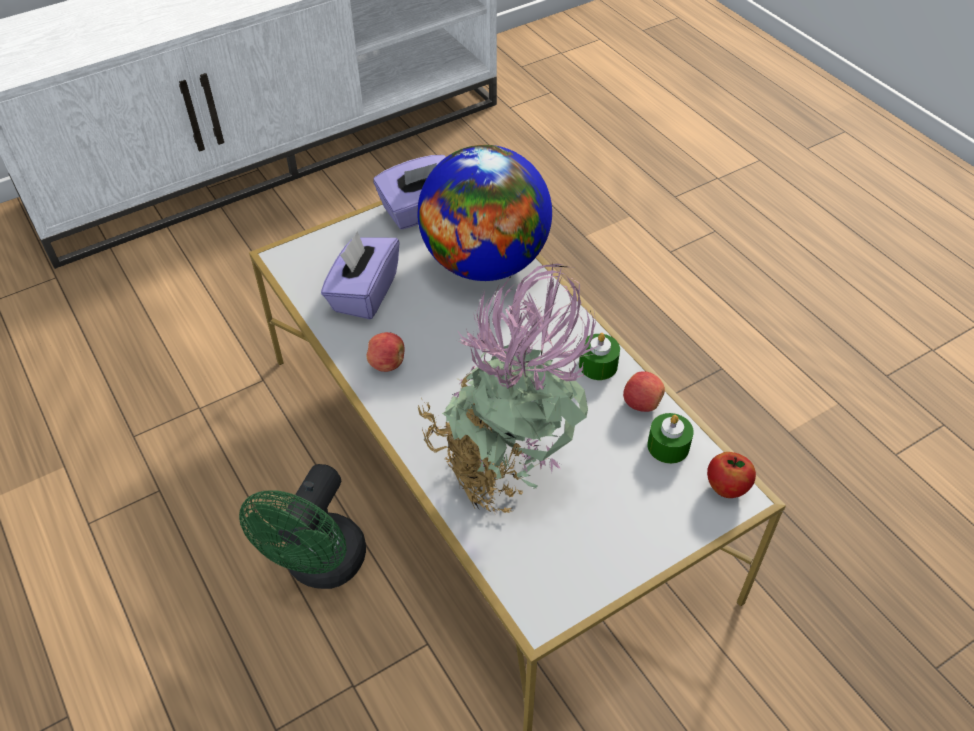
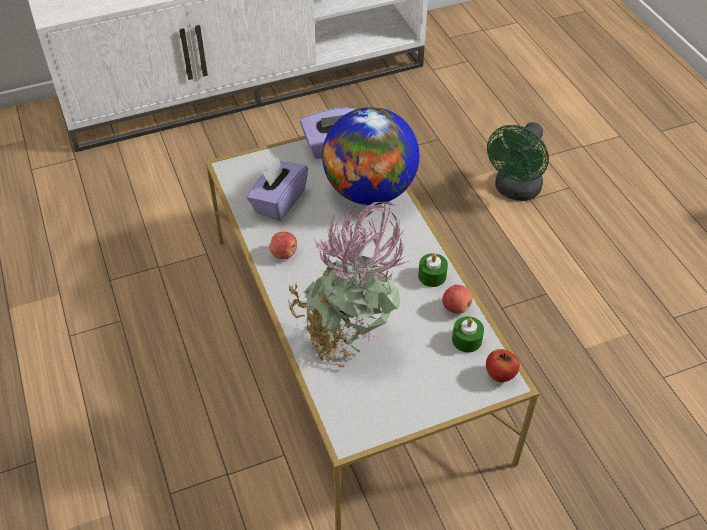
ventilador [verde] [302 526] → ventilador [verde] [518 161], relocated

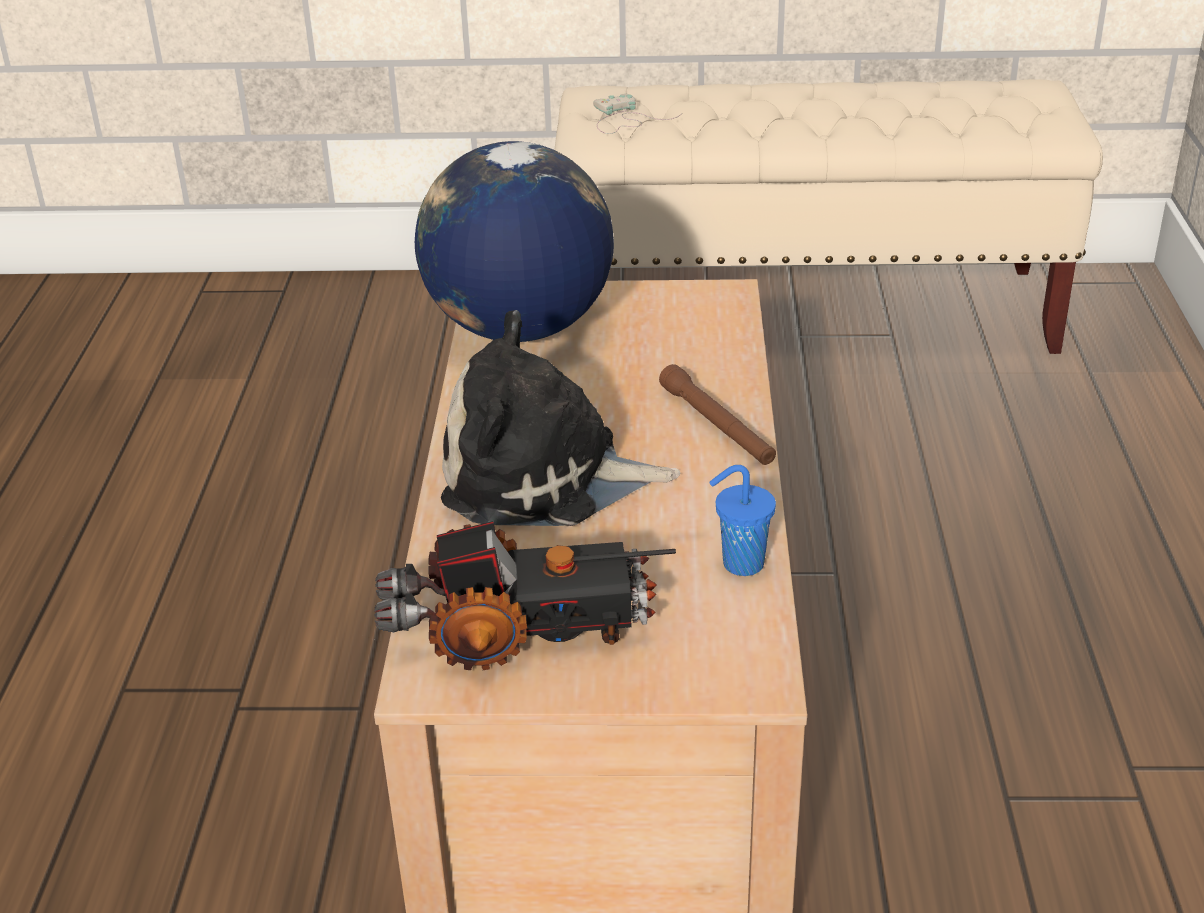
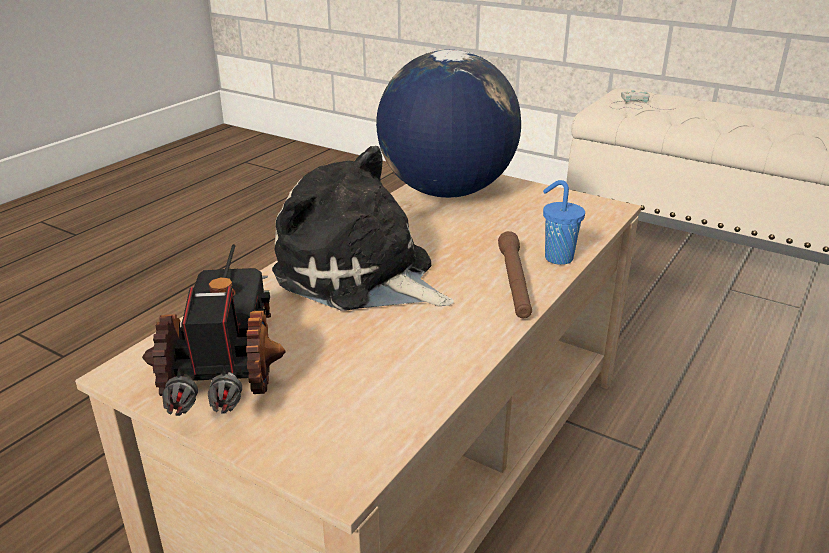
camión de juguete [525 595] → camión de juguete [213 330], 120 degrees counterclockwise
taza [azul] [743 520] → taza [azul] [564 222], relocated

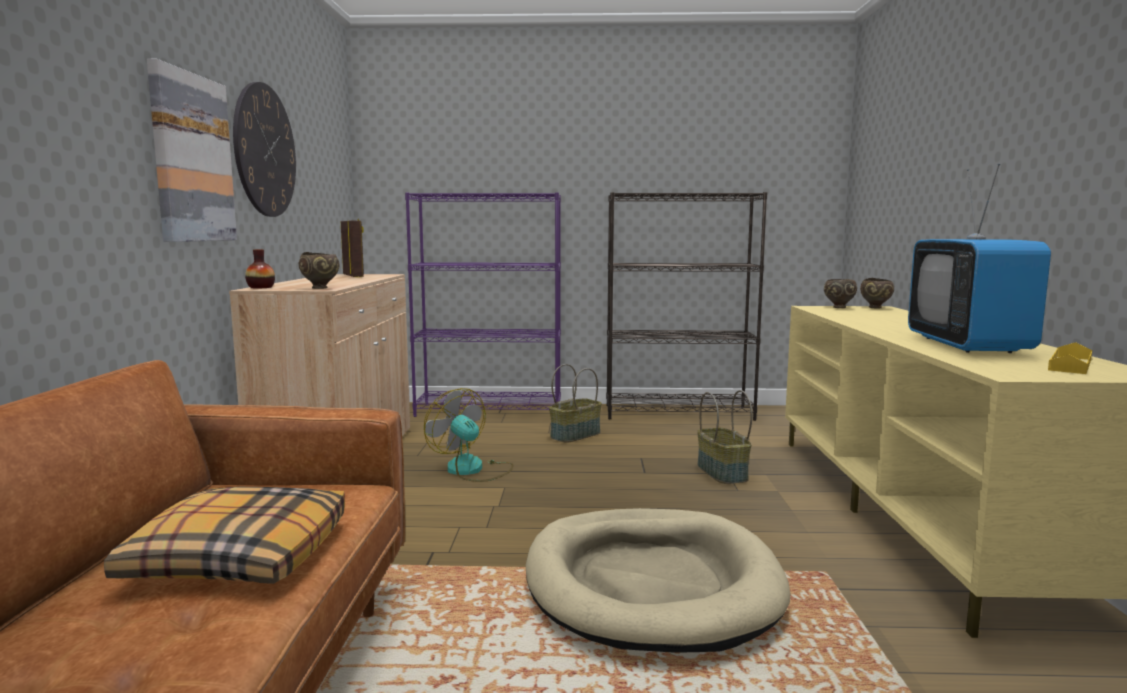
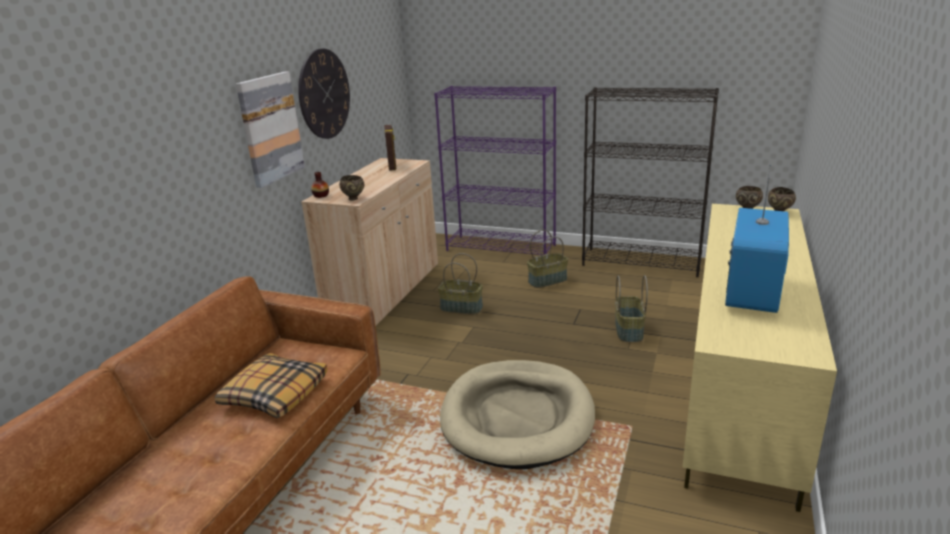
ventilador [468 435] → cesta [460 283]
bandeja [amarillo] [1070 358] → -

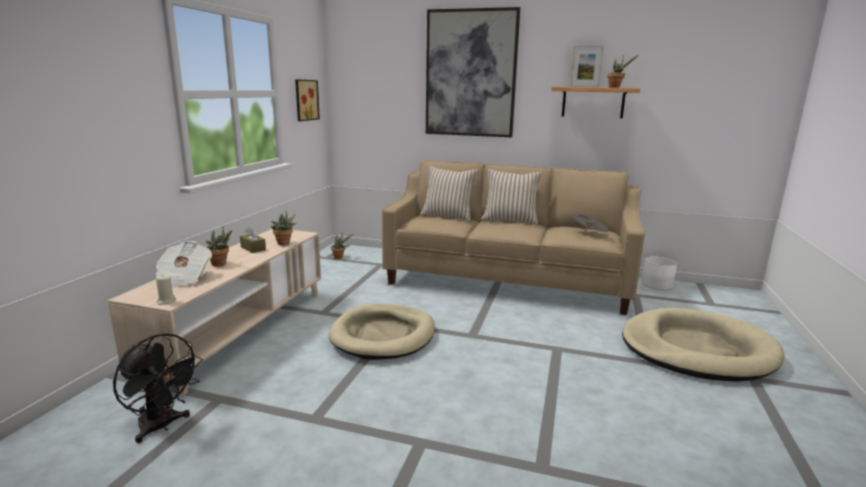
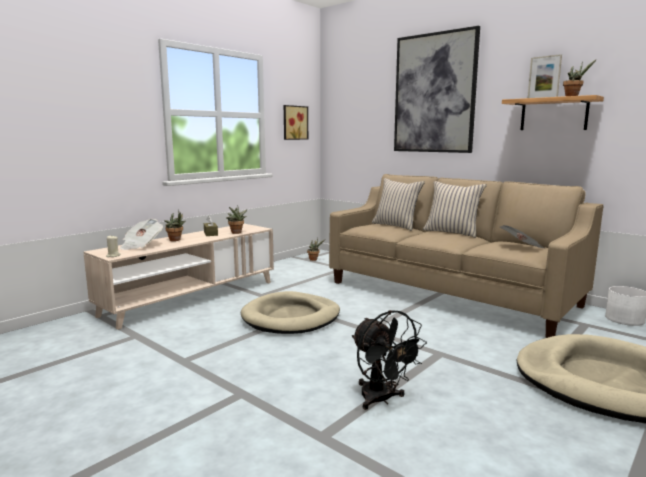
ventilador [negro] [158 388] → ventilador [negro] [389 360], relocated

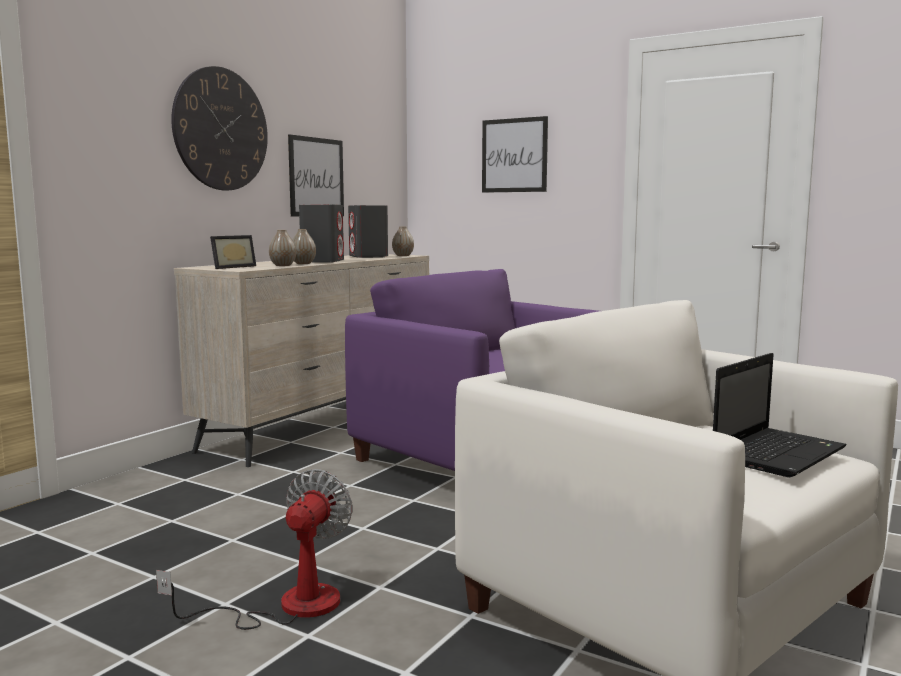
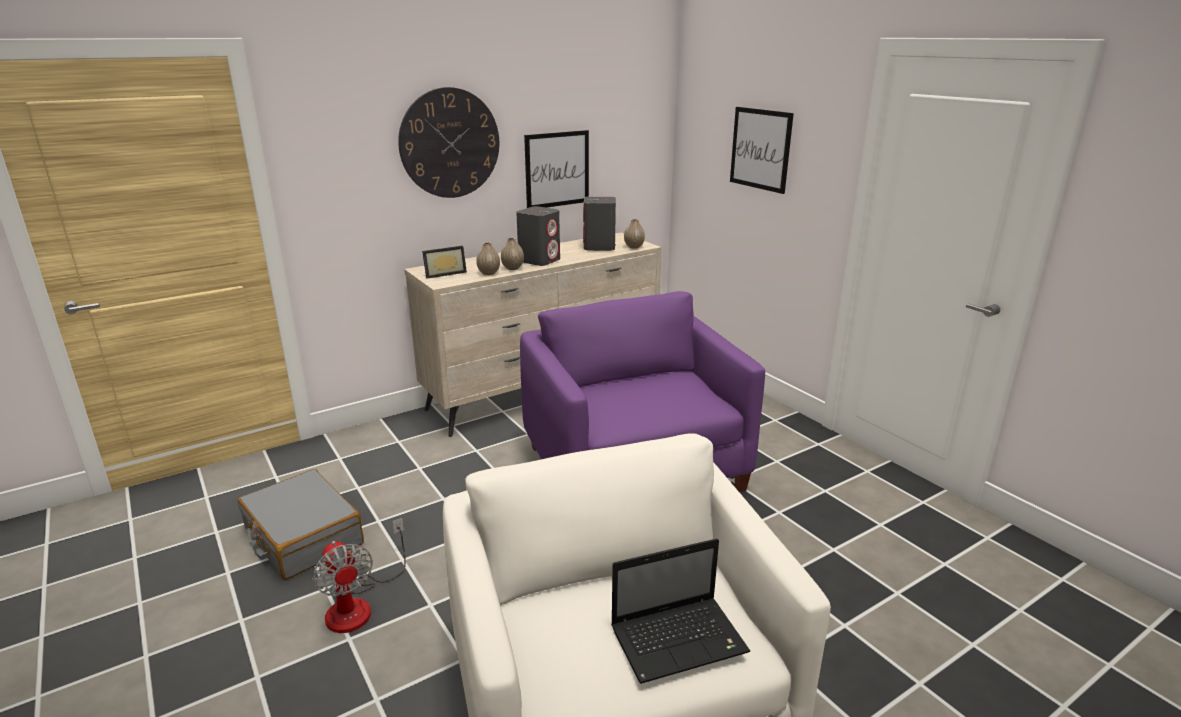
- → maleta [gris] [301 524]
ventilador [254 549] → ventilador [359 575], 105 degrees clockwise

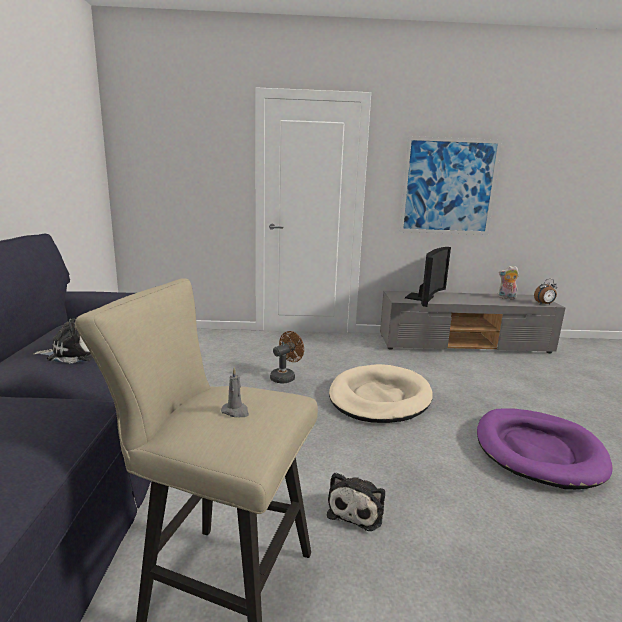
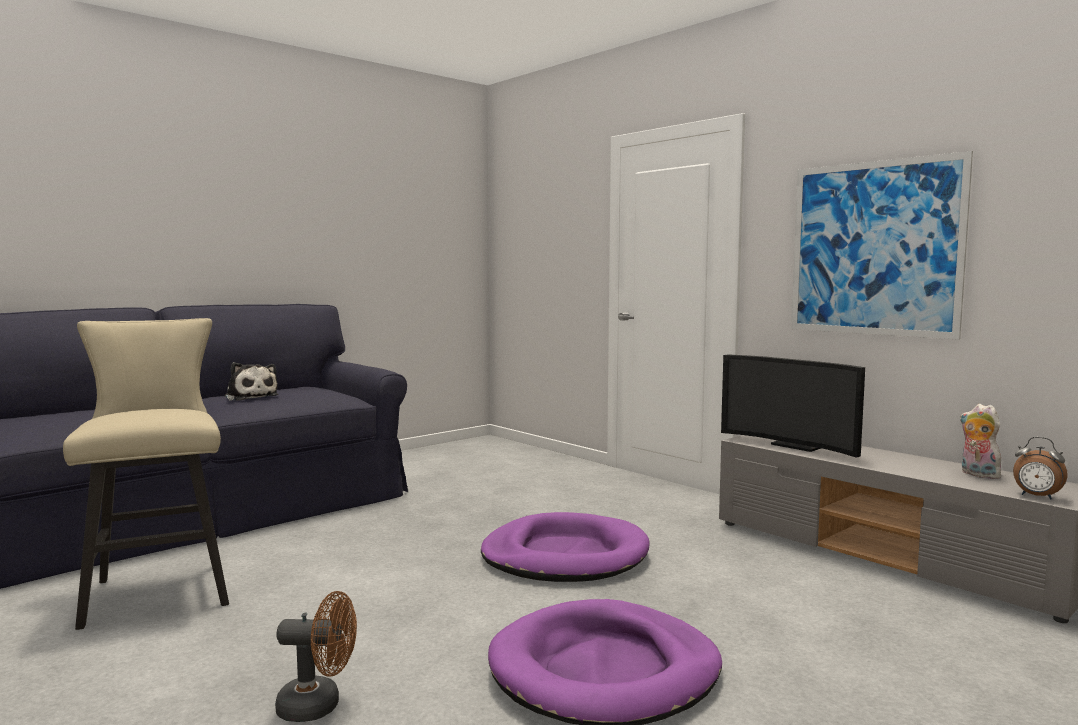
ventilador [marrón] [287 357] → ventilador [marrón] [316 656], relocated
cama para perro [beis] [381 393] → cama para perro [morado] [565 547]
televisor [428 277] → televisor [793 406], 60 degrees clockwise
vela [gris] [235 392] → -
peluche [356 502] → -

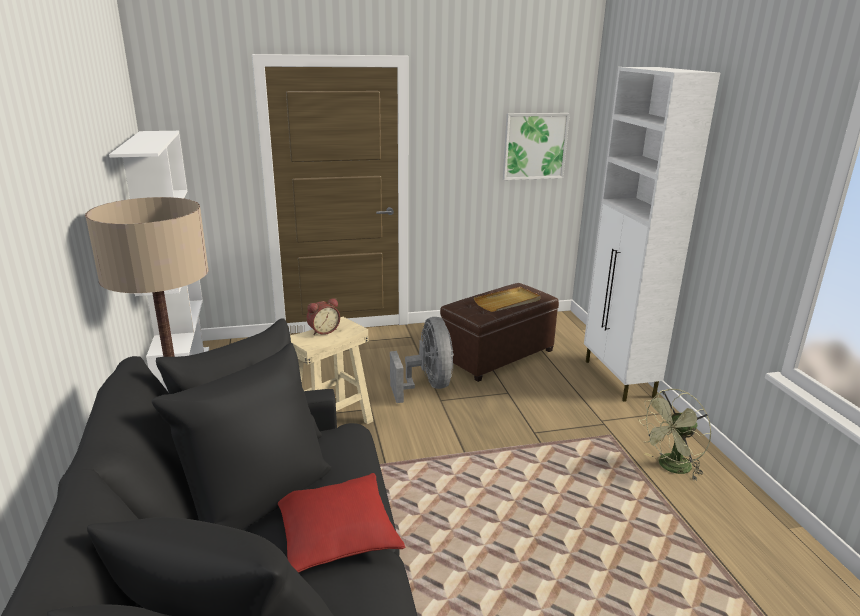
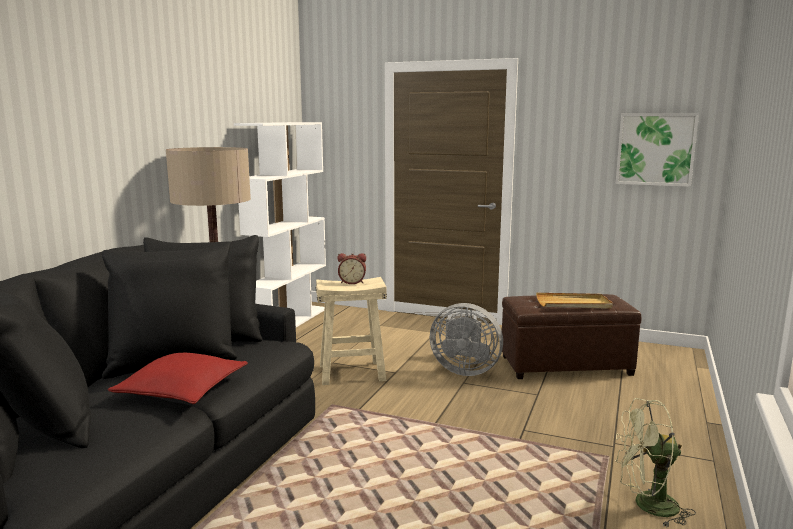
ventilador [gris] [422 360] → ventilador [gris] [466 339], 90 degrees clockwise
armario [blanco] [652 234] → -

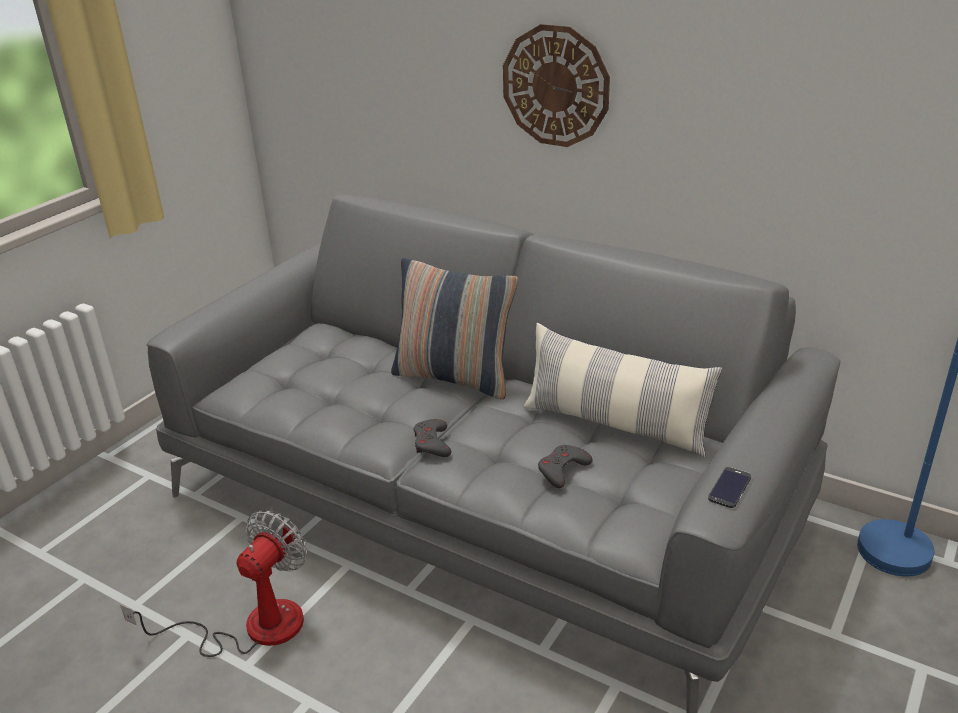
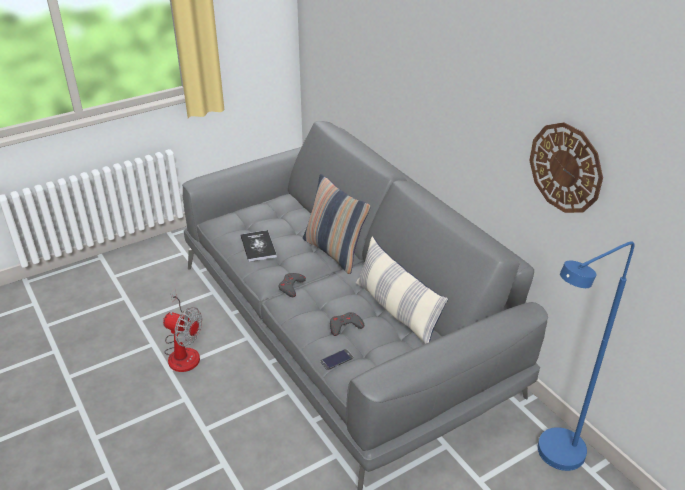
ventilador [213 583] → ventilador [182 330], 60 degrees clockwise
- → libro [259 246]
móvil [729 487] → móvil [337 359], relocated
reloj de pared [556 85] → reloj de pared [566 167], relocated

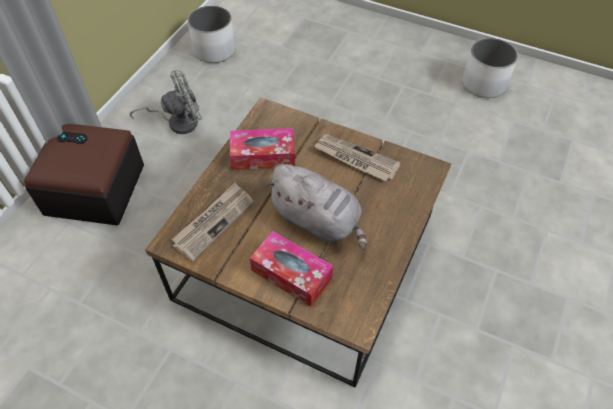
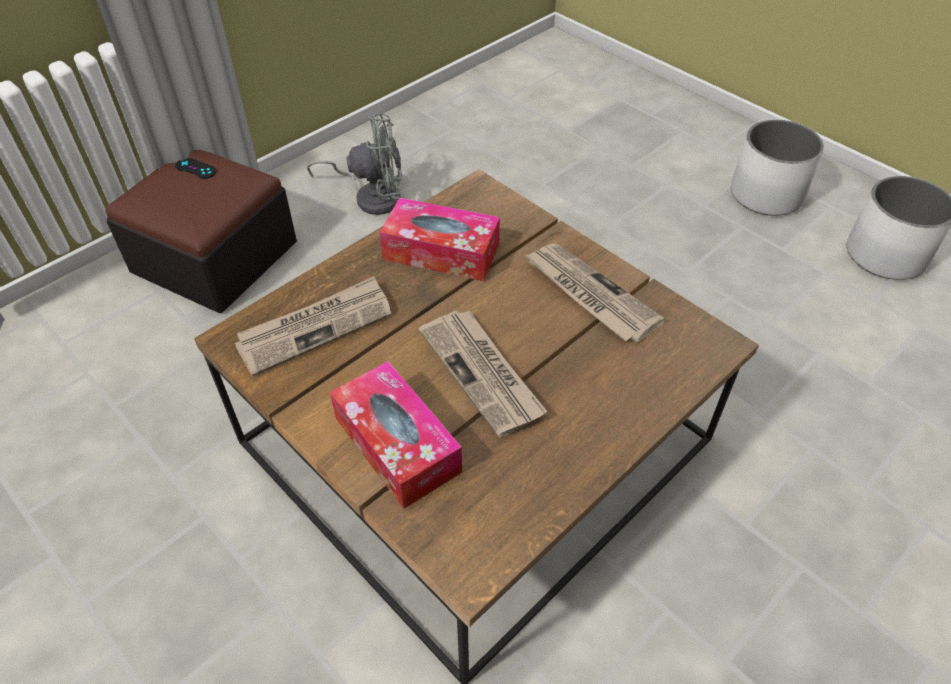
peluche [gris] [316 207] → periódico [483 374]
maceta [blanco] [212 34] → maceta [blanco] [777 167], relocated

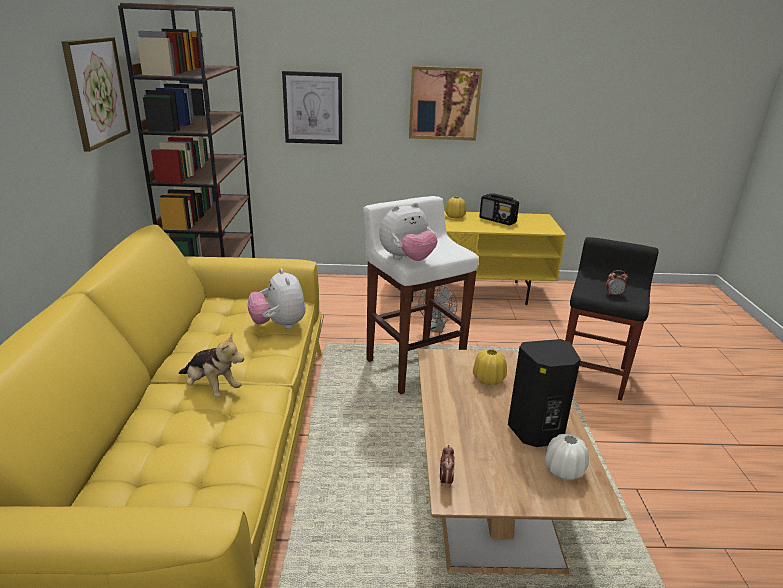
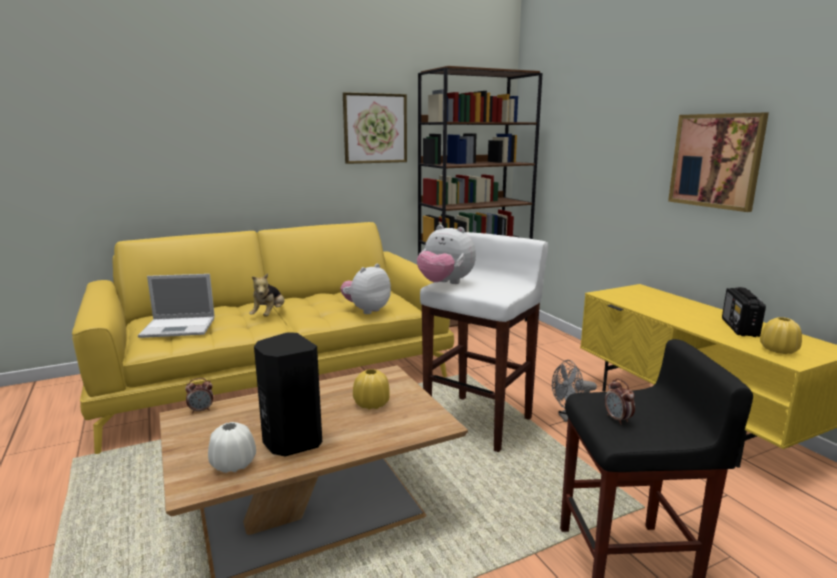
- → portátil [176 306]
florero [amarillo] [455 207] → florero [amarillo] [781 335], relocated
cuadro [312 107] → -

